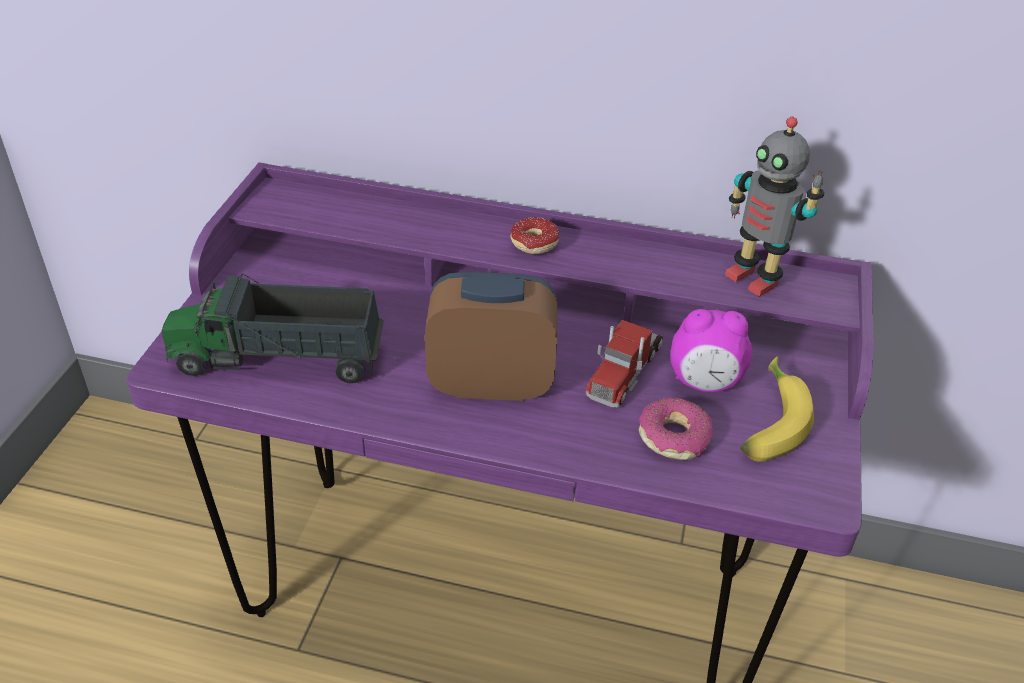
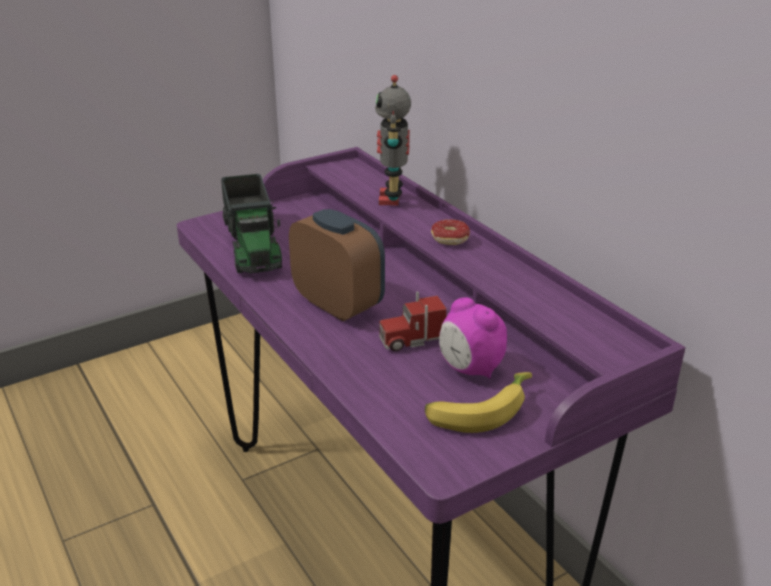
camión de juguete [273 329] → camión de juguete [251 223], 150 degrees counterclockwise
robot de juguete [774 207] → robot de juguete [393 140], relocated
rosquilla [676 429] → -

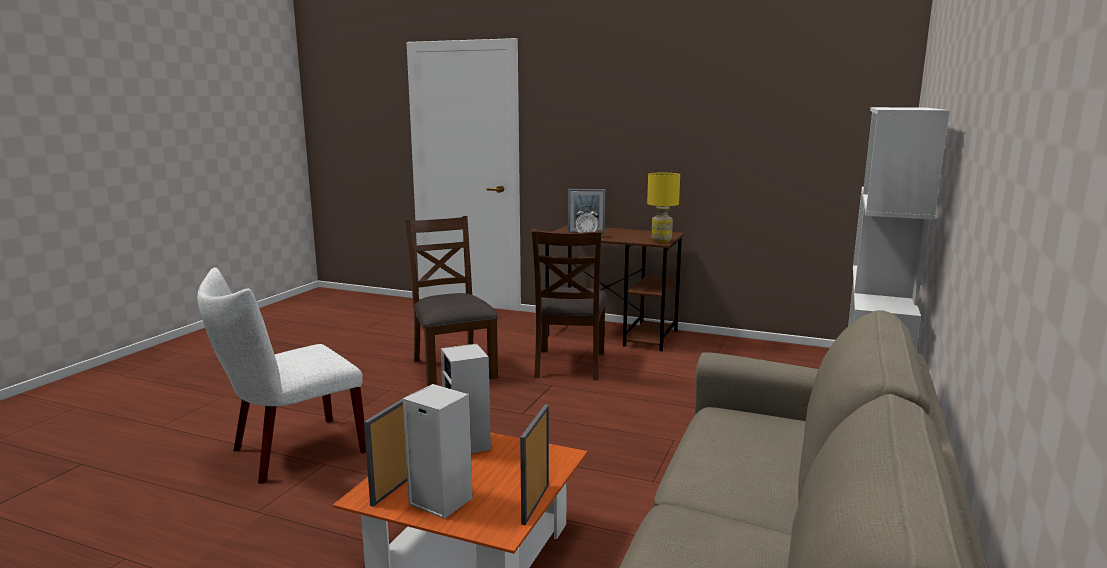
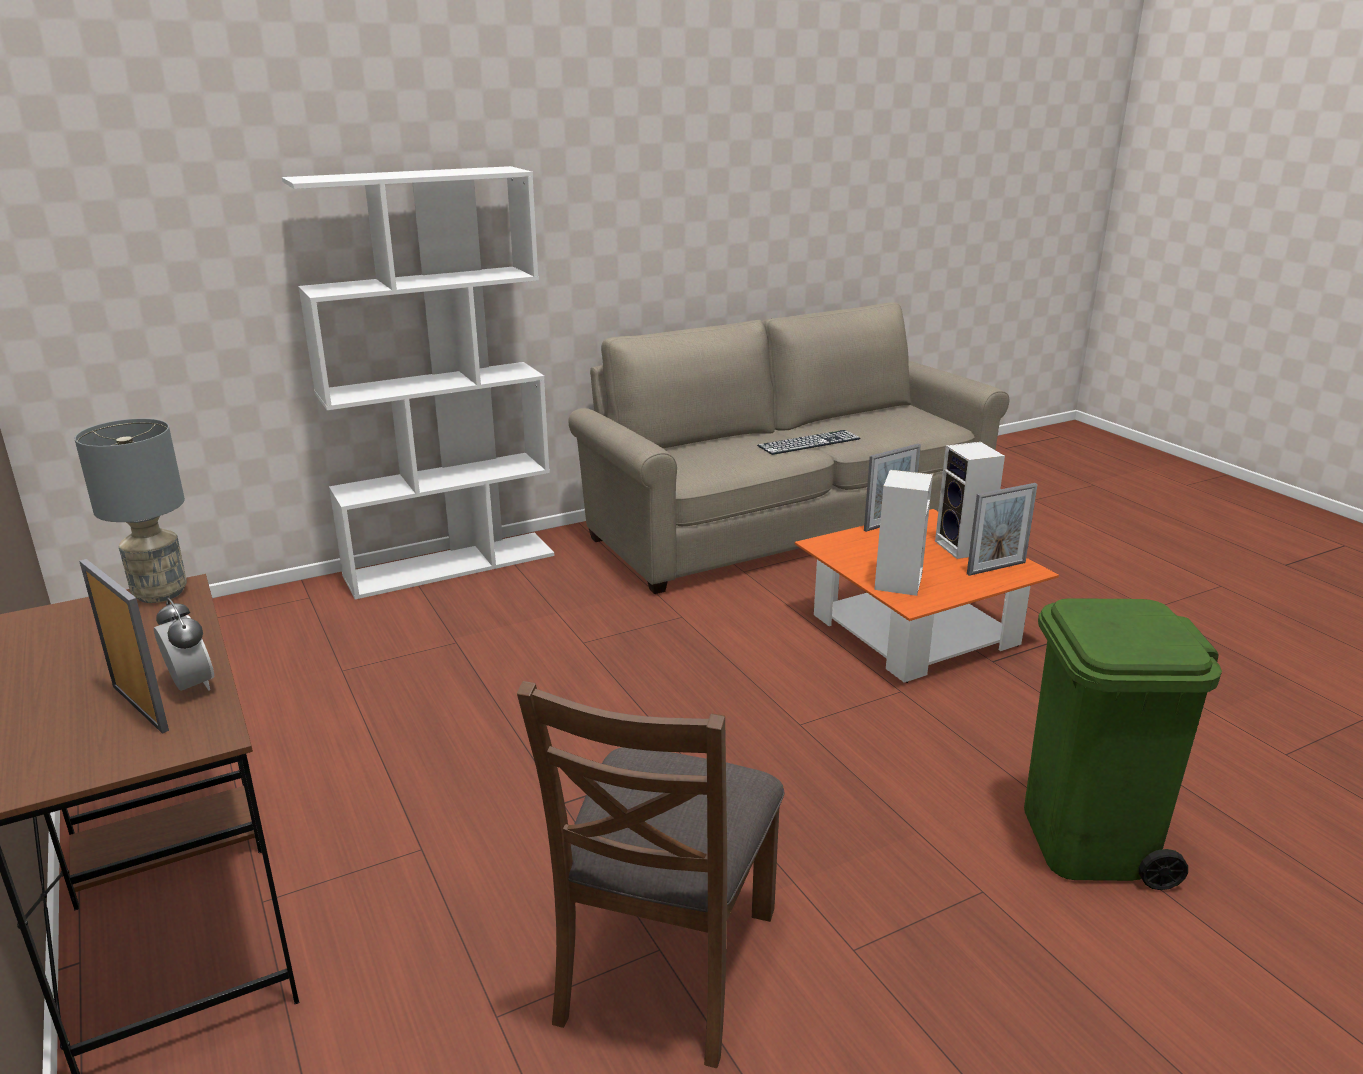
lámpara de mesa [amarillo] [663 208] → lámpara de mesa [gris] [131 511]
- → teclado [809 442]
silla [blanco] [281 375] → papelera [verde] [1123 744]
silla [marrón] [569 304] → -

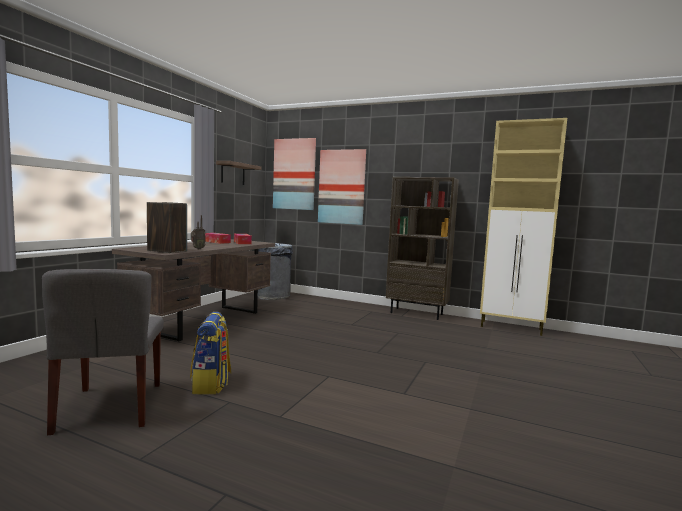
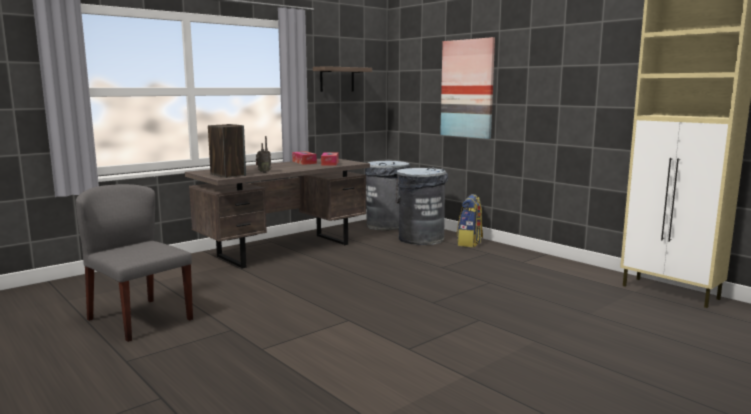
silla [gris] [103 352] → silla [gris] [134 263], 120 degrees clockwise
- → papelera [gris] [421 206]
mochila [211 353] → mochila [470 220], relocated
cuadro [294 174] → -
estantería [marrón] [422 248] → -

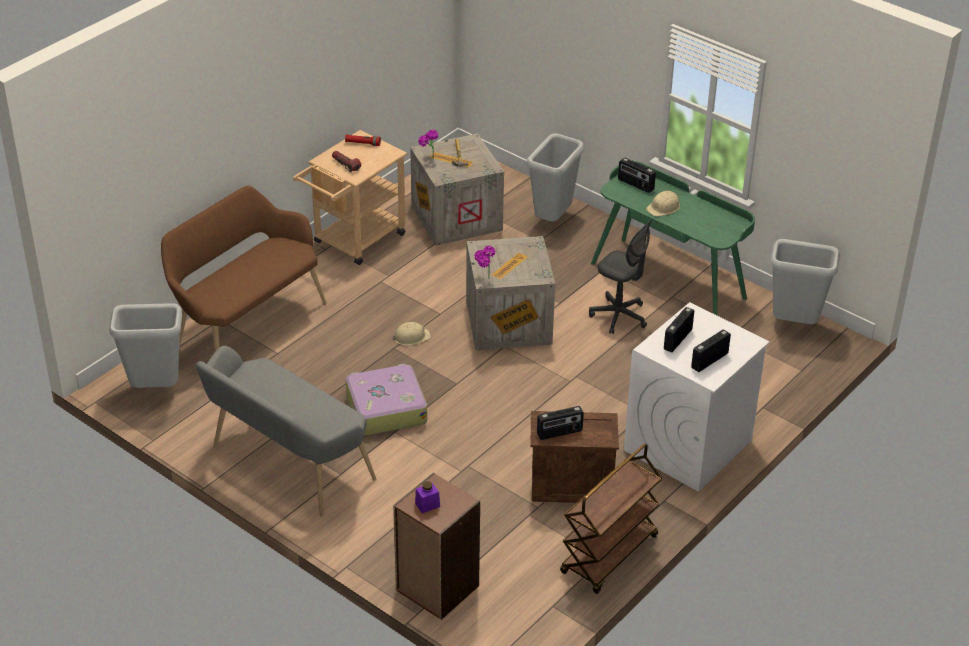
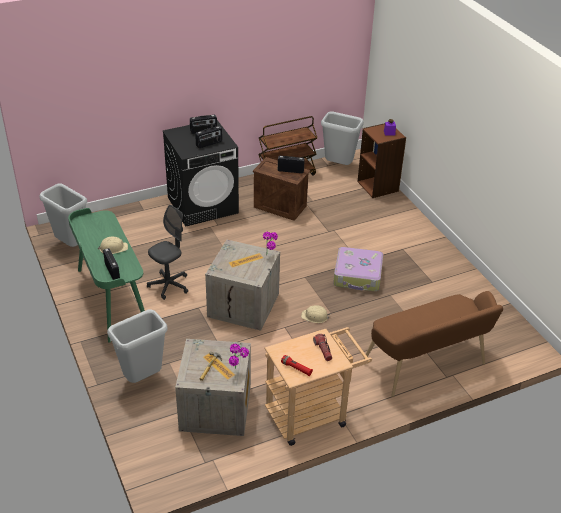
silla de oficina [gris] [621 276] → silla de oficina [gris] [167 252], 75 degrees clockwise
lavadora [blanco] [697 397] → lavadora [negro] [201 173]
papelera [gris] [145 345] → papelera [gris] [342 138], relocated
banco [gris] [286 431] → -

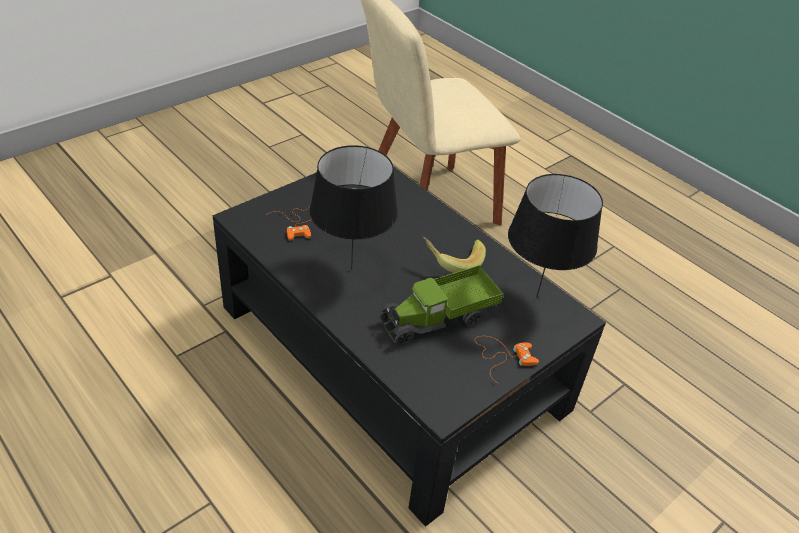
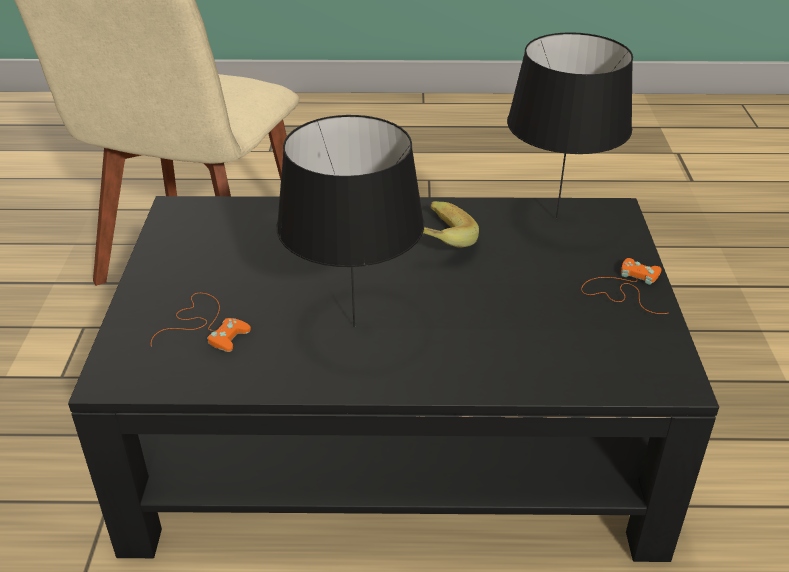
camión de juguete [440 305] → -

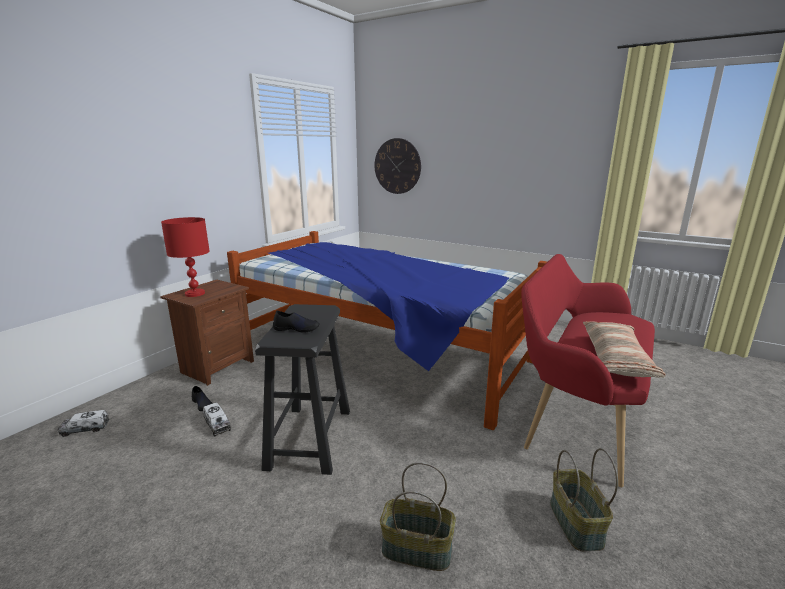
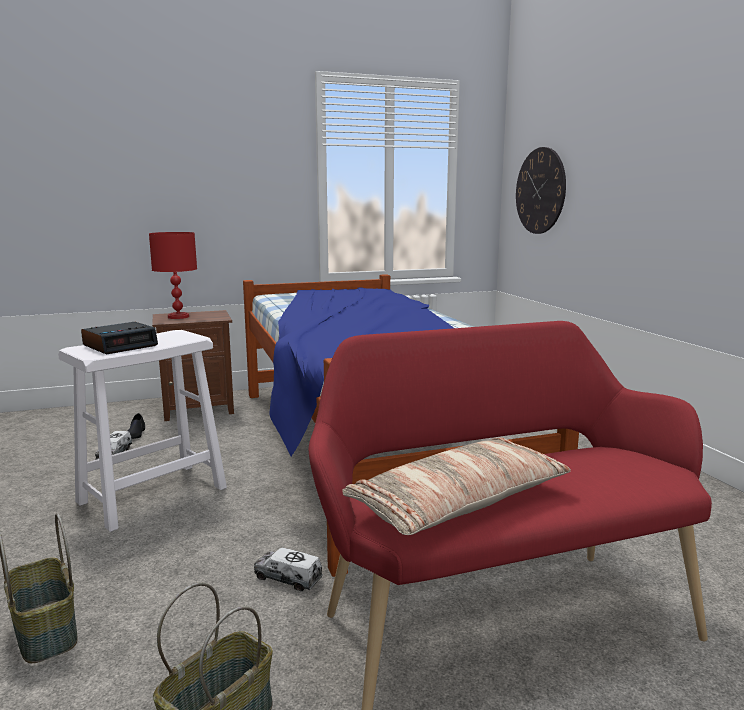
taburete [negro] [302 389] → taburete [blanco] [142 431]
zapato [negro] [296 322] → despertador [119 338]
camión de juguete [83 423] → camión de juguete [288 569], relocated

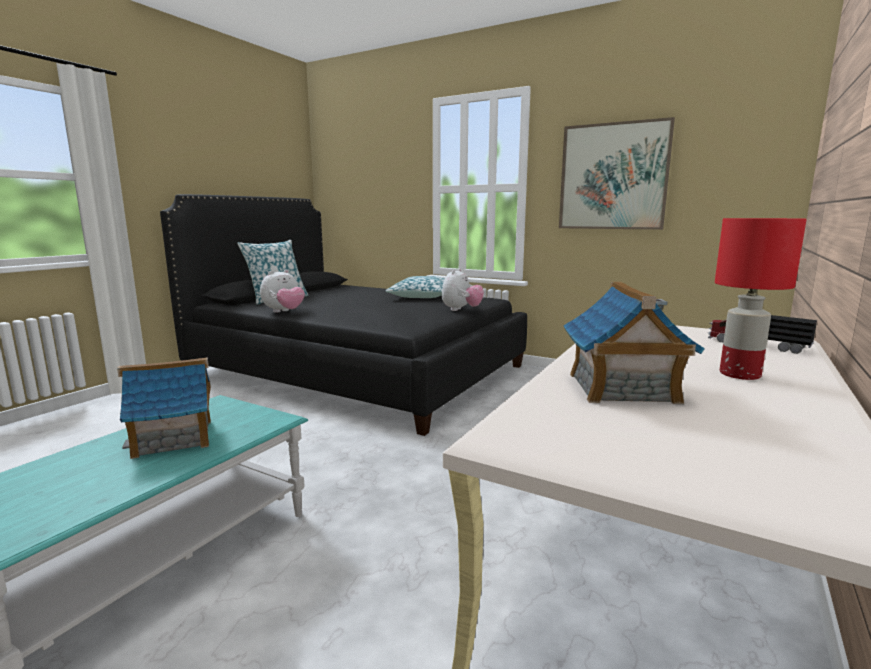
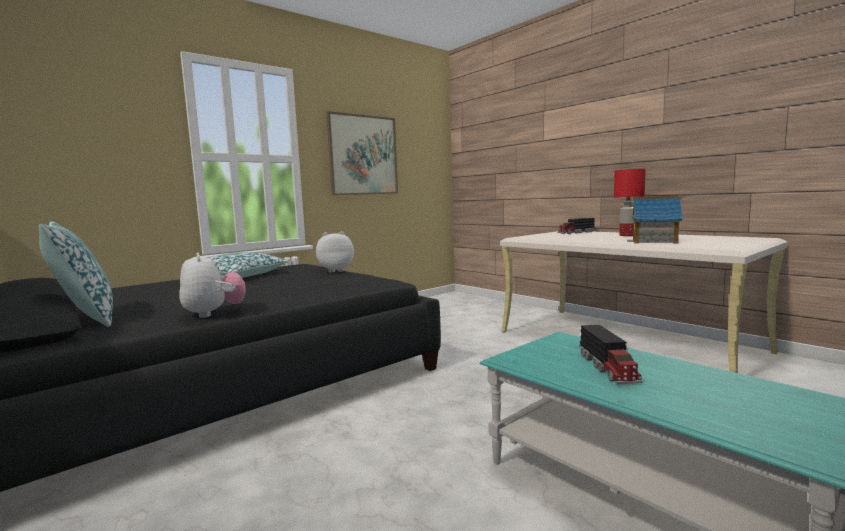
peluche [463 289] → peluche [335 251], 60 degrees counterclockwise
casita [164 408] → camión de juguete [611 354]

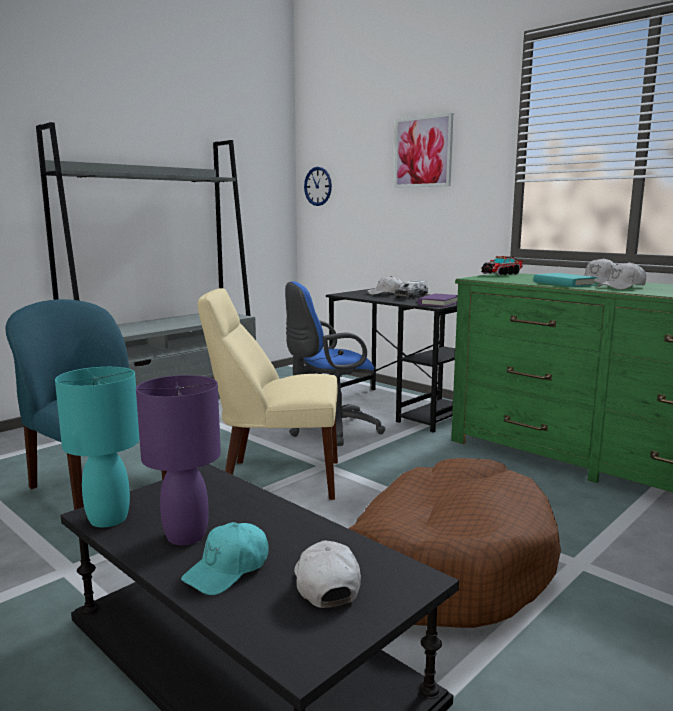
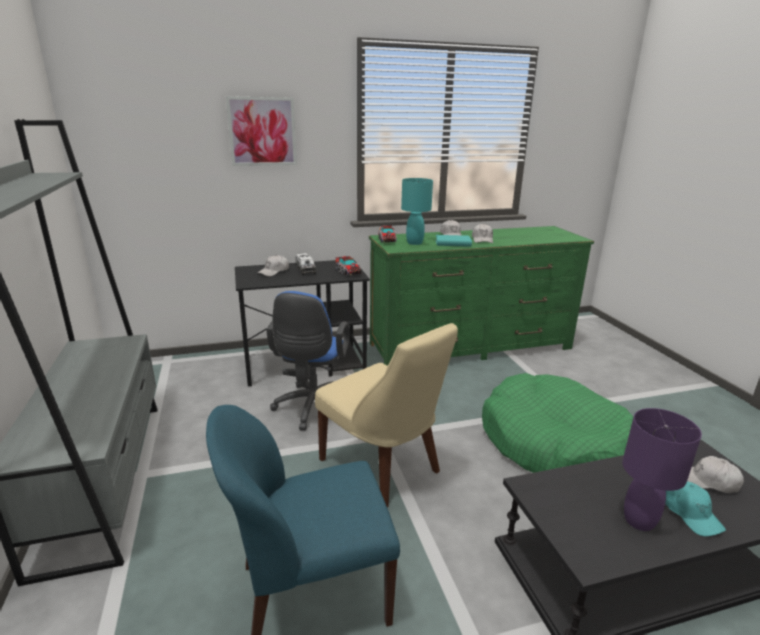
silla [beis] [268 394] → silla [beis] [386 415], 75 degrees counterclockwise
libro [morado] [438 300] → camión de juguete [348 266]
lámpara de mesa [turquesa] [97 447] → lámpara de mesa [turquesa] [417 211], relocated
cama para perro [marrón] [455 543] → cama para perro [verde] [557 423]
reloj de pared [318 186] → -

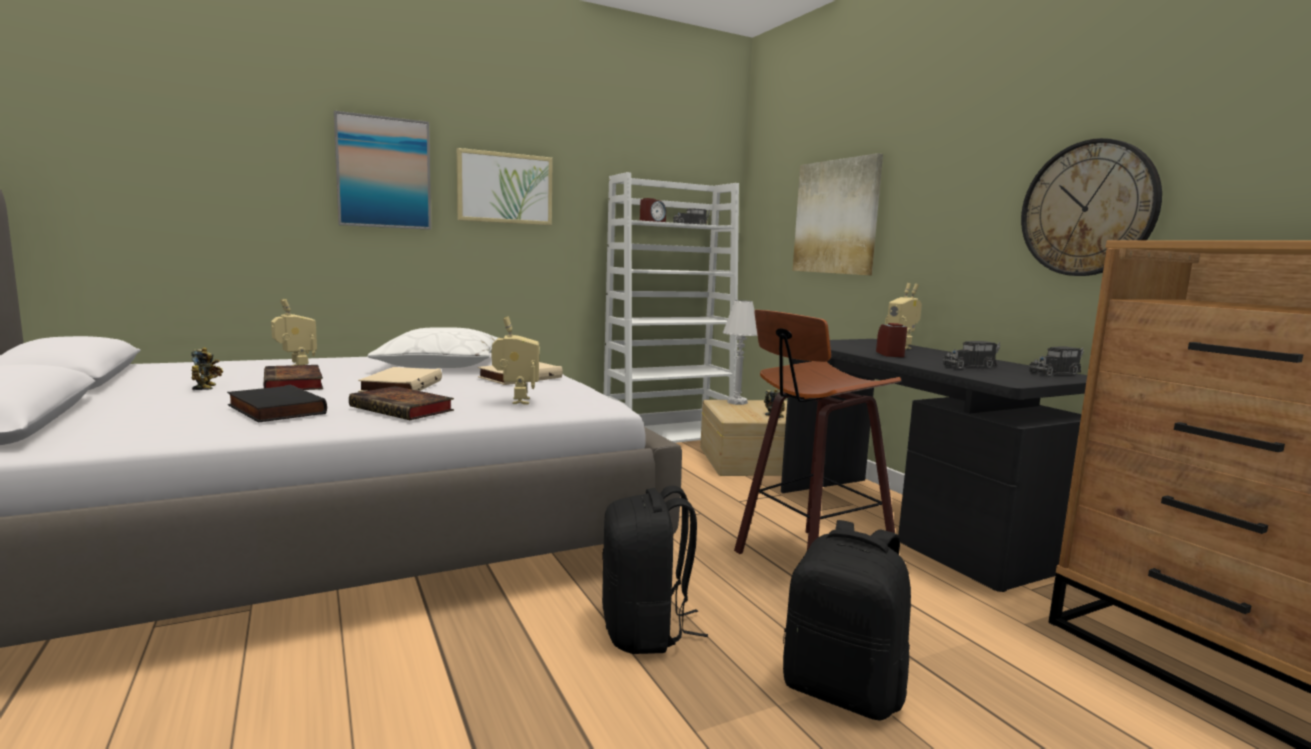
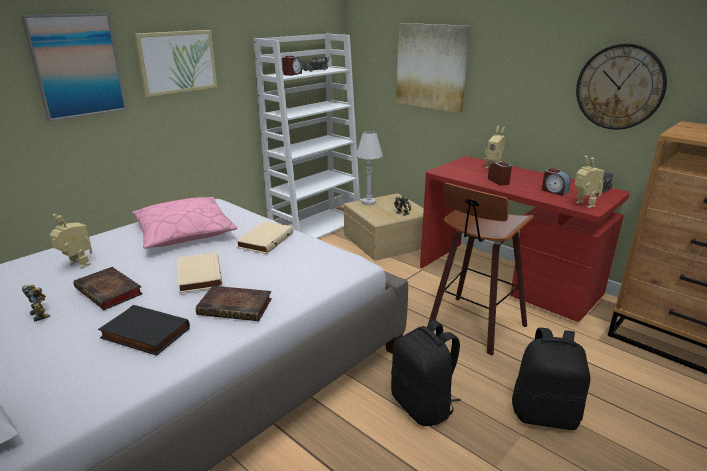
cojín [blanco] [432 347] → cojín [rosa] [184 222]
escritorio [negro] [934 465] → escritorio [rojo] [525 239]
camión de juguete [971 355] → despertador [556 182]
robot de juguete [516 360] → robot de juguete [589 182], relocated

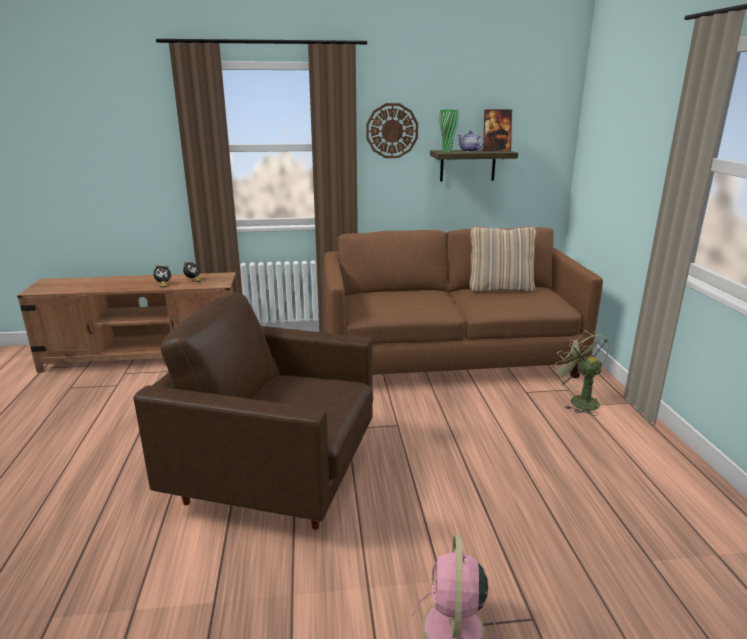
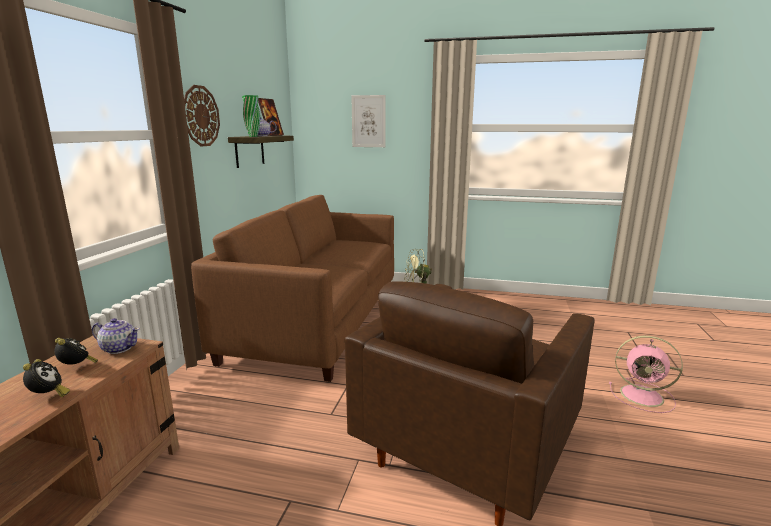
- → tetera [116 336]
- → cuadro [368 121]
cojín [beis] [502 259] → -

